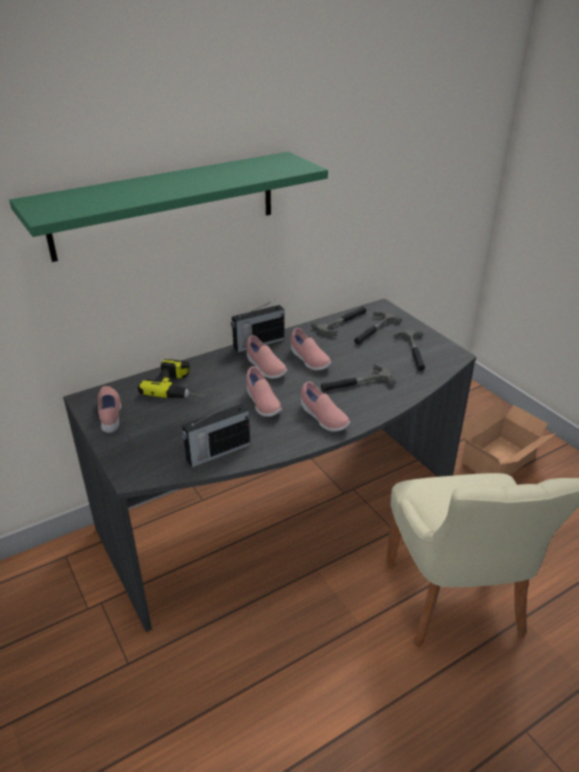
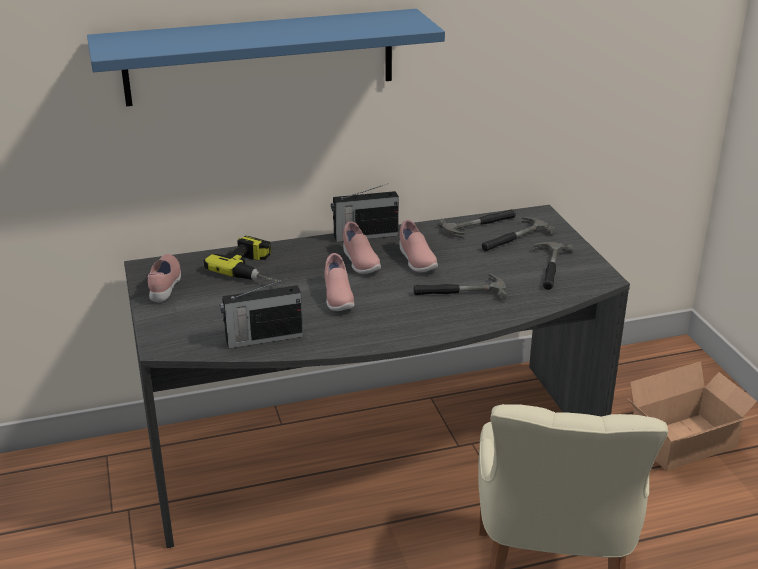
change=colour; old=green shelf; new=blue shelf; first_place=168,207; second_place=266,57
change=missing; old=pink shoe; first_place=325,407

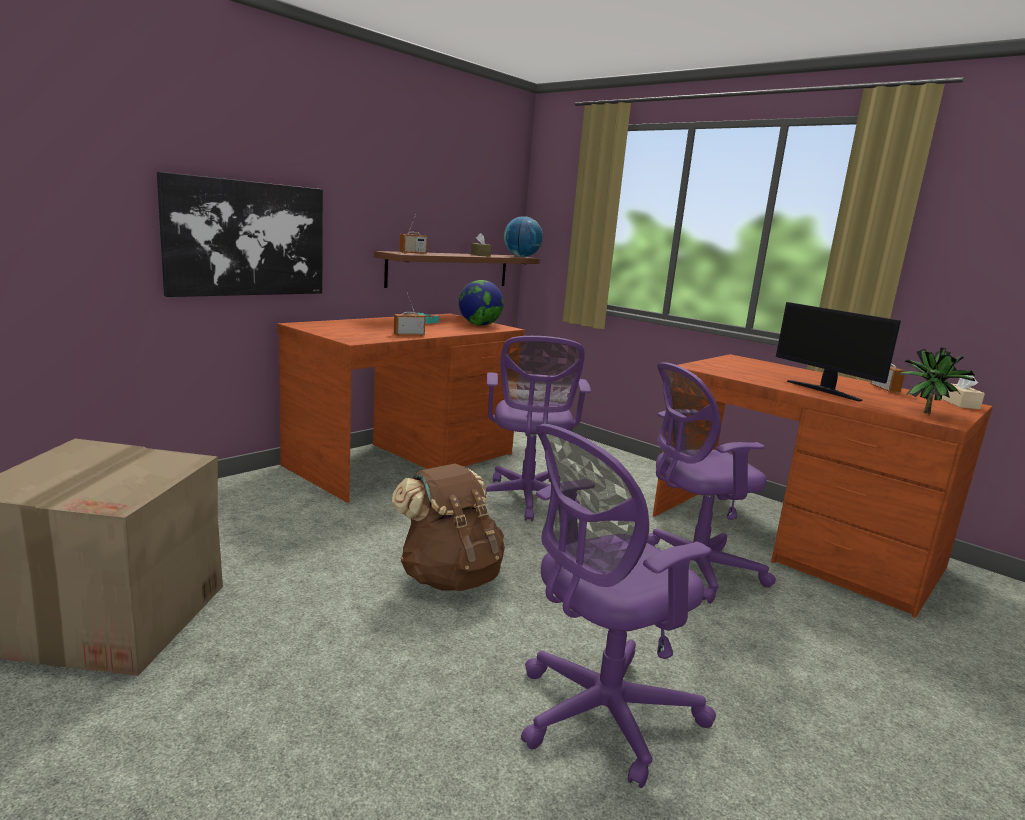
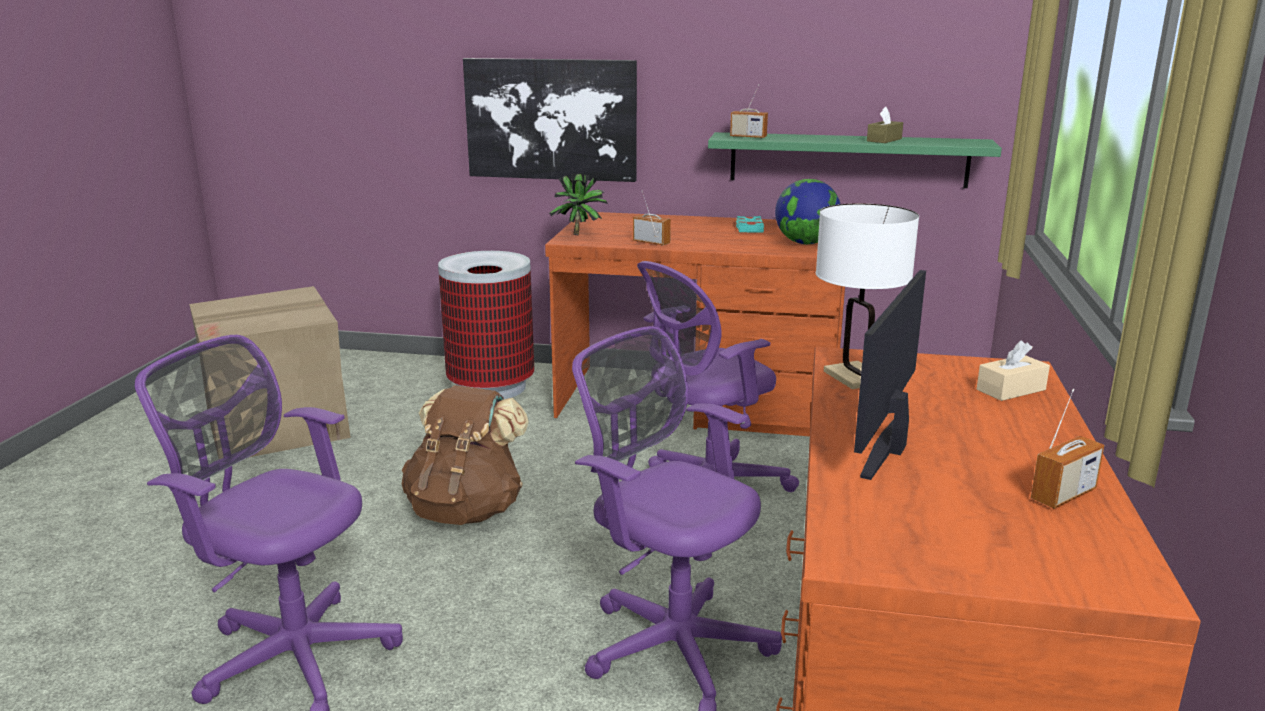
change=appeared; new=trash can; second_place=486,325
change=relocated; old=potted plant; first_place=937,380; second_place=578,204
change=colour; old=brown shelf; new=green shelf; first_place=457,269; second_place=855,160
change=appeared; new=white table lamp; second_place=867,296
change=relocated; old=beige tissue box; first_place=963,392; second_place=1013,370
change=missing; old=globe; first_place=523,236

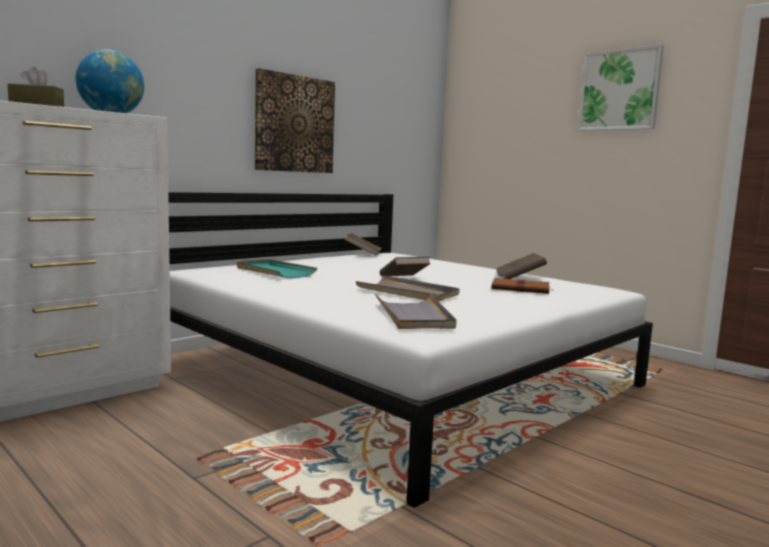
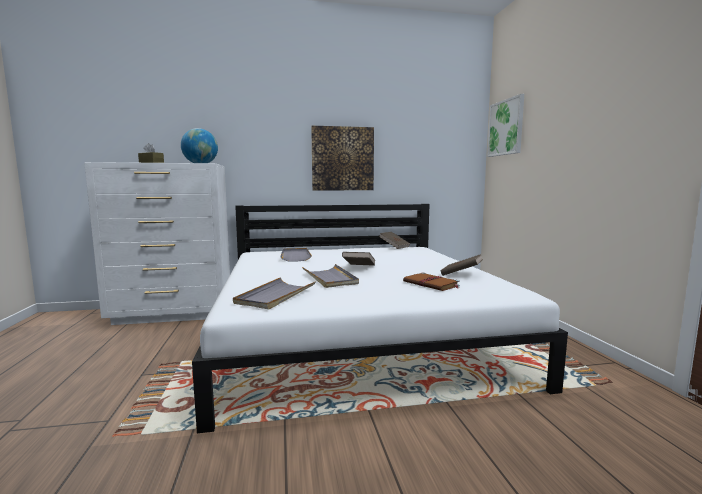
change=colour; old=turquoise tray; new=grey tray; first_place=277,268; second_place=296,254
change=relocated; old=picture; first_place=621,87; second_place=505,125

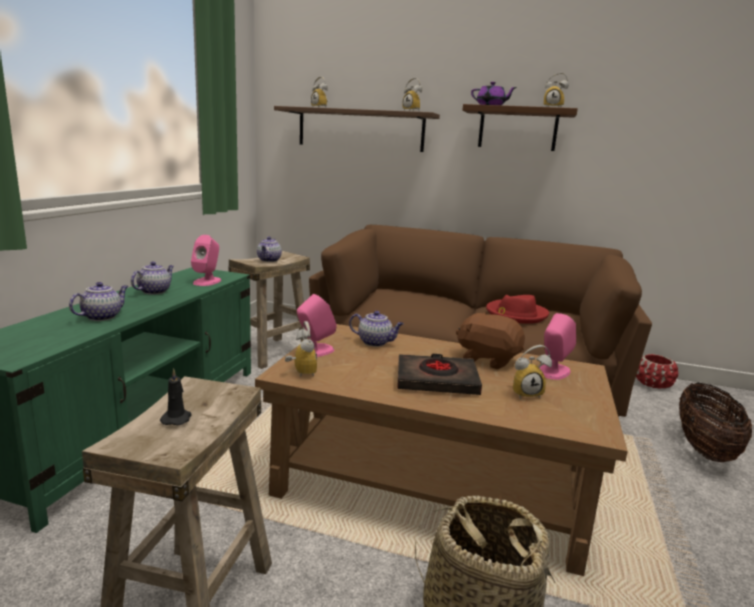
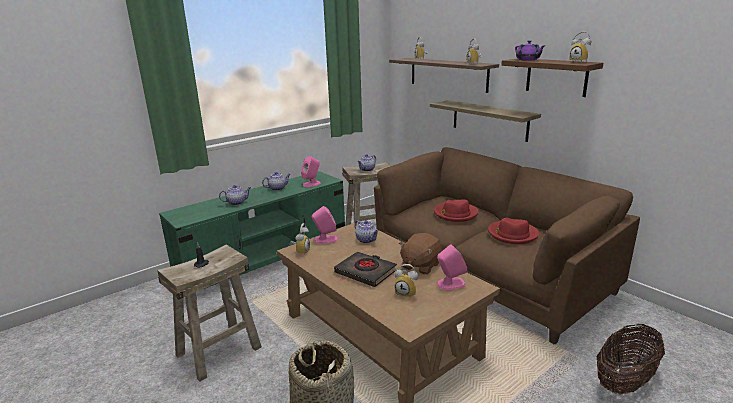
change=spun; old=brown plush toy; first_place=490,340; second_place=420,254; degrees=-120
change=appeared; new=shelf; second_place=485,121
change=appeared; new=red hat; second_place=456,210
change=missing; old=red planter; first_place=657,371

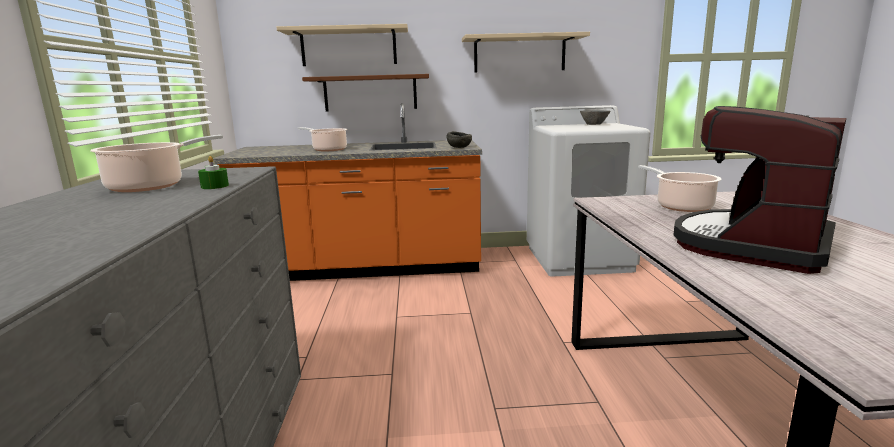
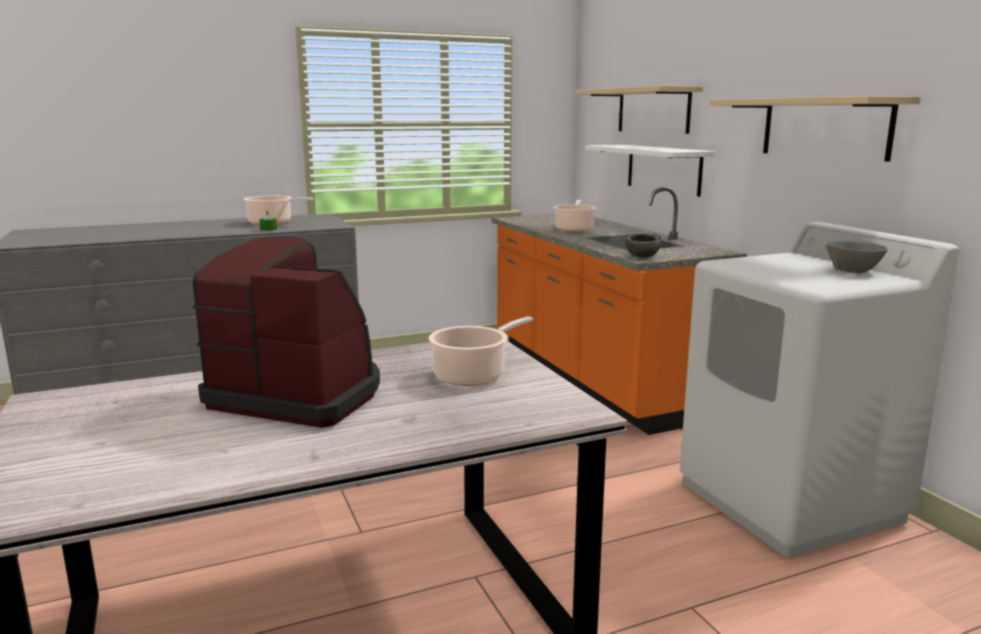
change=colour; old=brown shelf; new=white shelf; first_place=365,93; second_place=650,171

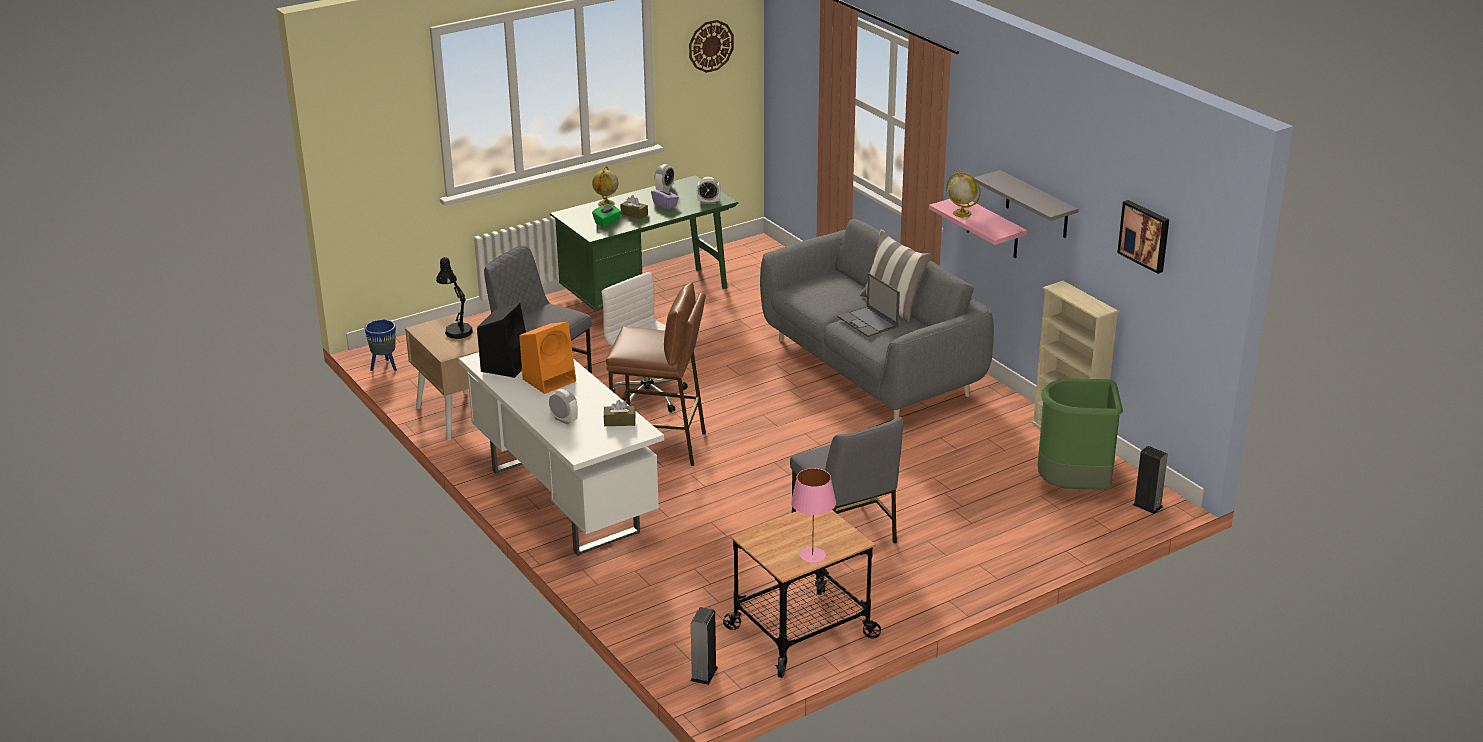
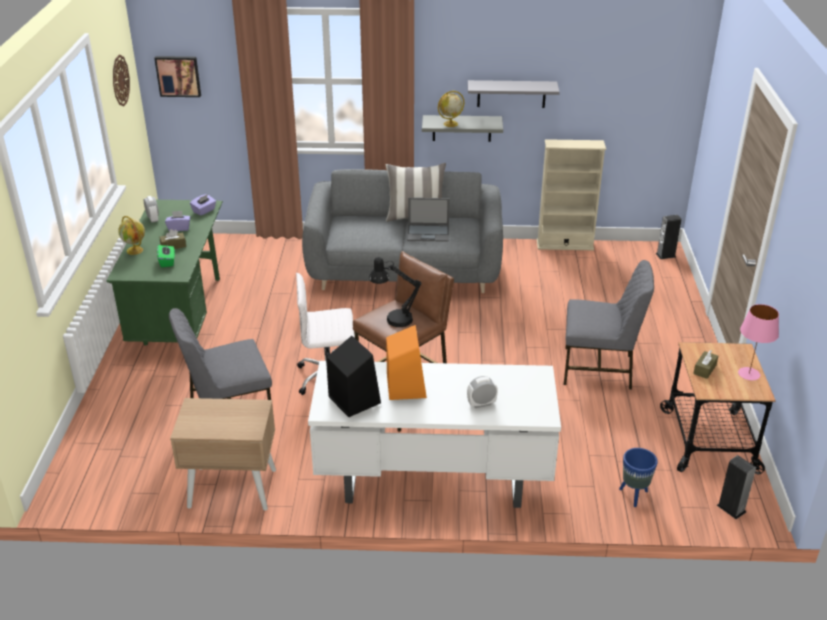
change=relocated; old=picture; first_place=1143,237; second_place=177,76
change=exchanged; old=alarm clock; new=purple tissue box; first_place=708,190; second_place=203,205
change=relocated; old=black table lamp; first_place=454,298; second_place=395,292
change=colour; old=pink shelf; new=grey shelf; first_place=978,228; second_place=462,128
change=relocated; old=blue planter; first_place=381,345; second_place=638,477
change=relocated; old=brown tissue box; first_place=620,413; second_place=705,364
change=missing; old=green trash can; first_place=1080,434

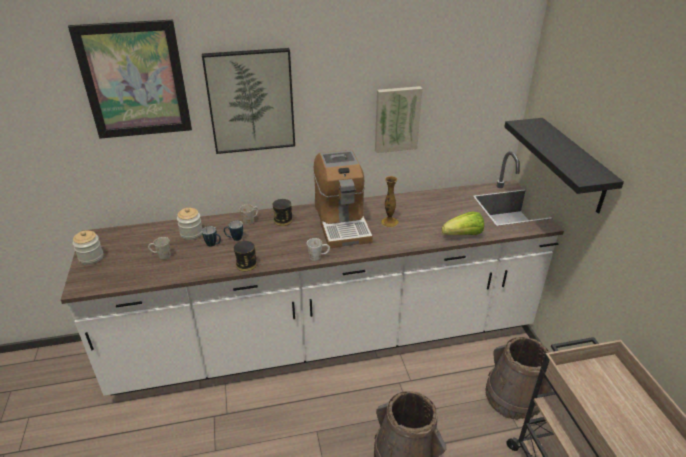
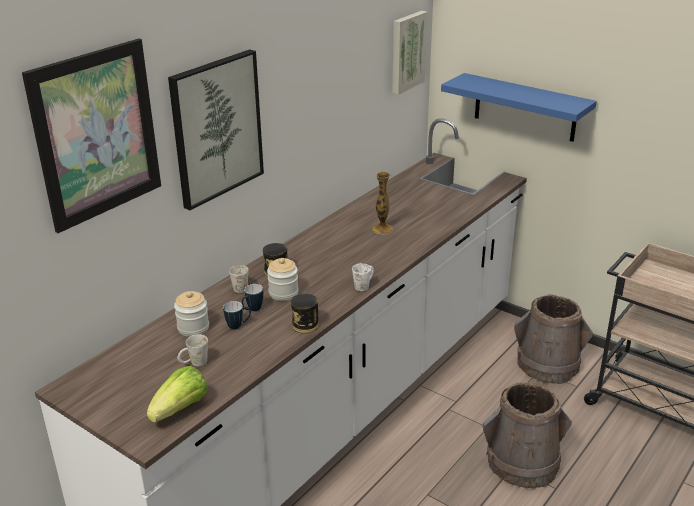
change=relocated; old=lettuce; first_place=463,223; second_place=177,394
change=relocated; old=jar; first_place=88,247; second_place=283,279
change=relocated; old=picture; first_place=398,119; second_place=409,53
change=colour; old=black shelf; new=blue shelf; first_place=564,165; second_place=519,107
change=missing; old=coffee machine; first_place=343,199

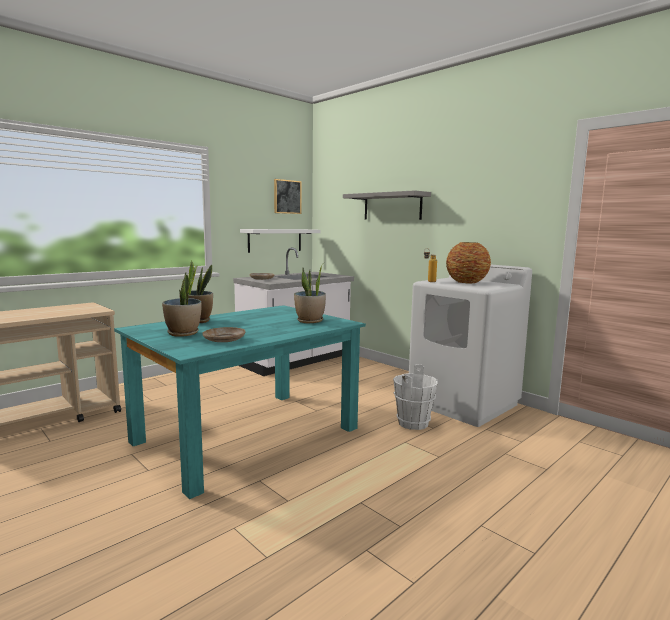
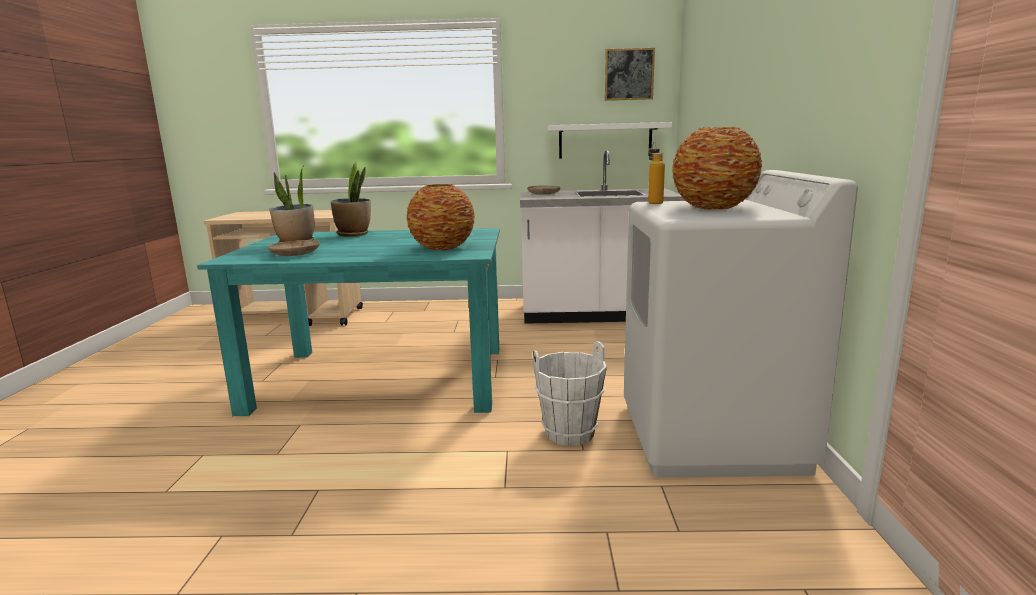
change=exchanged; old=potted plant; new=vase; first_place=310,293; second_place=440,217
change=missing; old=grey shelf; first_place=387,205

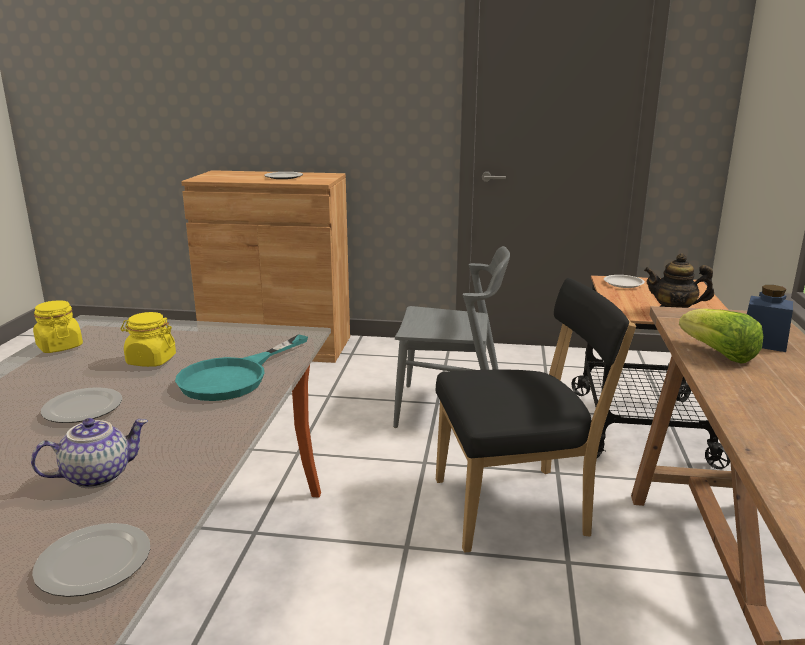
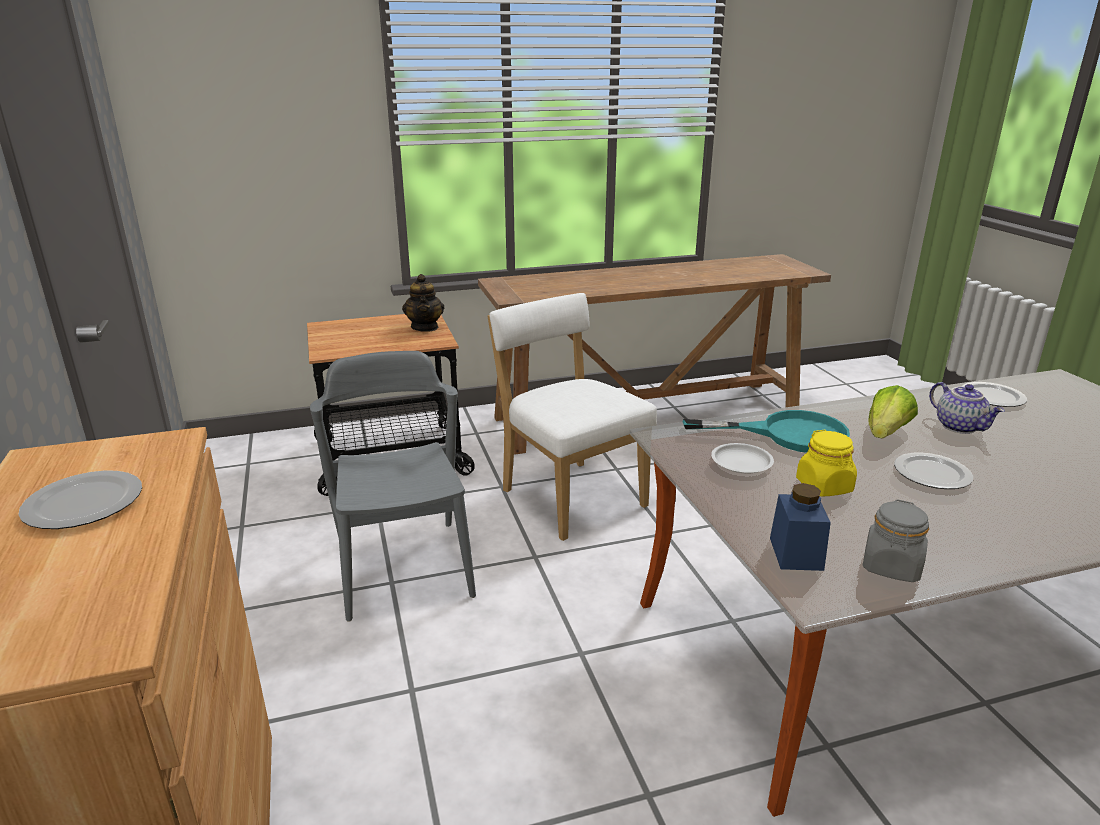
change=colour; old=black chair; new=white chair; first_place=536,415; second_place=572,417
change=relocated; old=white plate; first_place=624,281; second_place=742,458
change=relocated; old=blue jar; first_place=770,318; second_place=800,527
change=colour; old=yellow jar; new=grey jar; first_place=58,326; second_place=896,540
change=relocated; old=lettuce; first_place=721,335; second_place=893,412
change=spun; old=teapot; first_place=89,453; second_place=967,408; degrees=-150

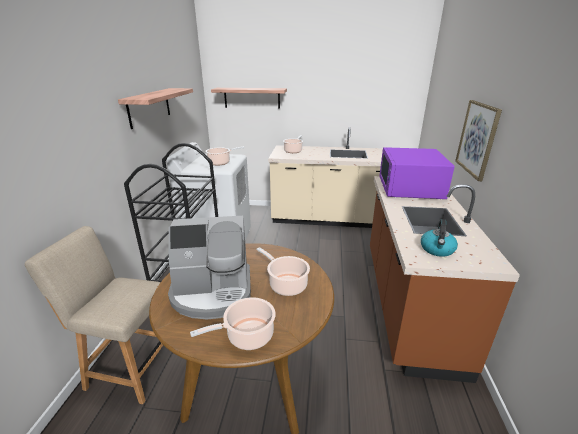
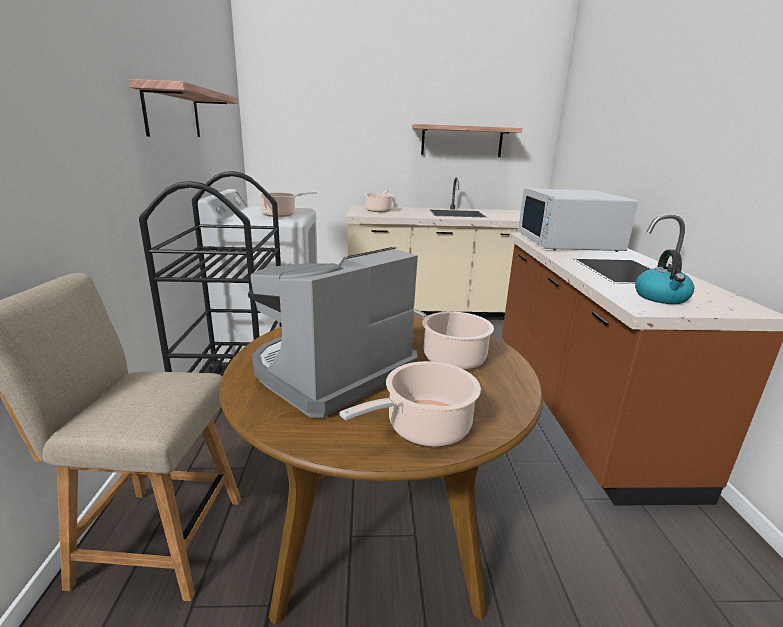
change=spun; old=coffee machine; first_place=209,268; second_place=333,332; degrees=150
change=relocated; old=shelf; first_place=249,98; second_place=467,140
change=colour; old=purple microwave; new=white microwave; first_place=417,173; second_place=578,220
change=missing; old=picture; first_place=478,140

